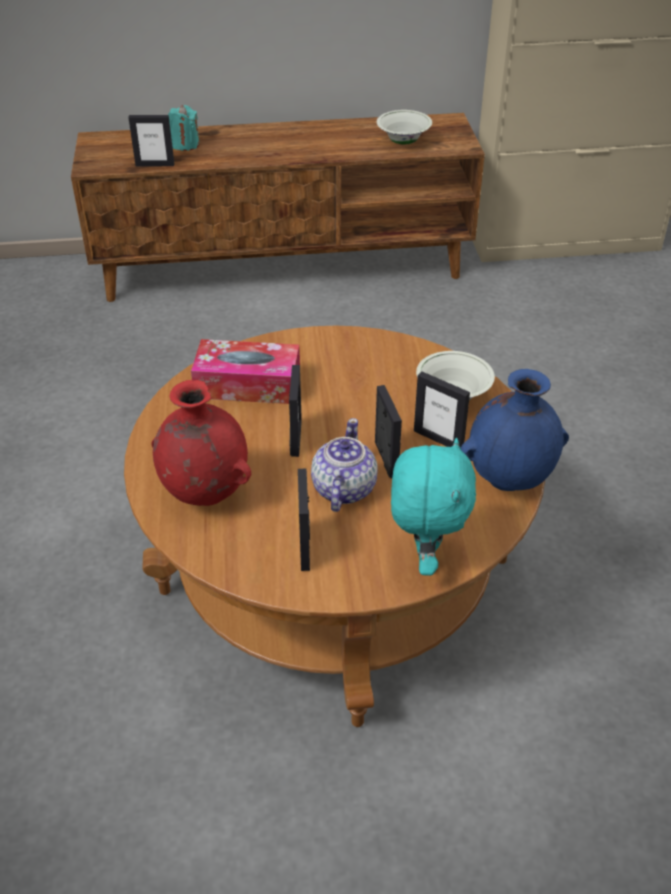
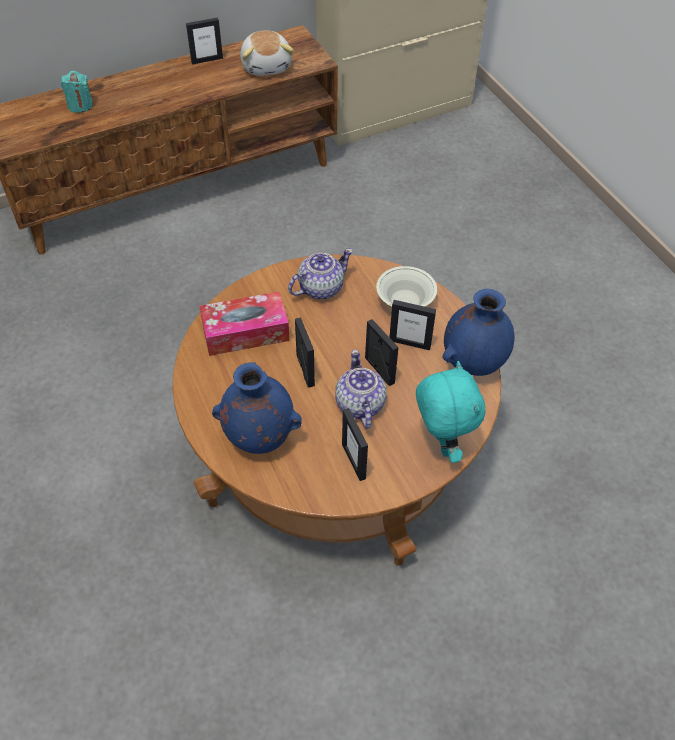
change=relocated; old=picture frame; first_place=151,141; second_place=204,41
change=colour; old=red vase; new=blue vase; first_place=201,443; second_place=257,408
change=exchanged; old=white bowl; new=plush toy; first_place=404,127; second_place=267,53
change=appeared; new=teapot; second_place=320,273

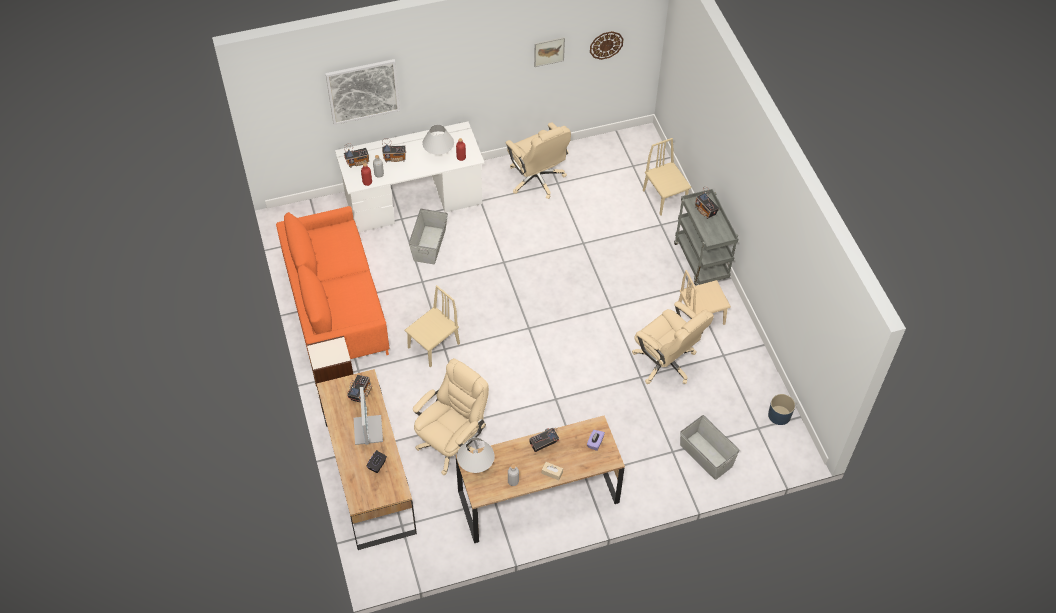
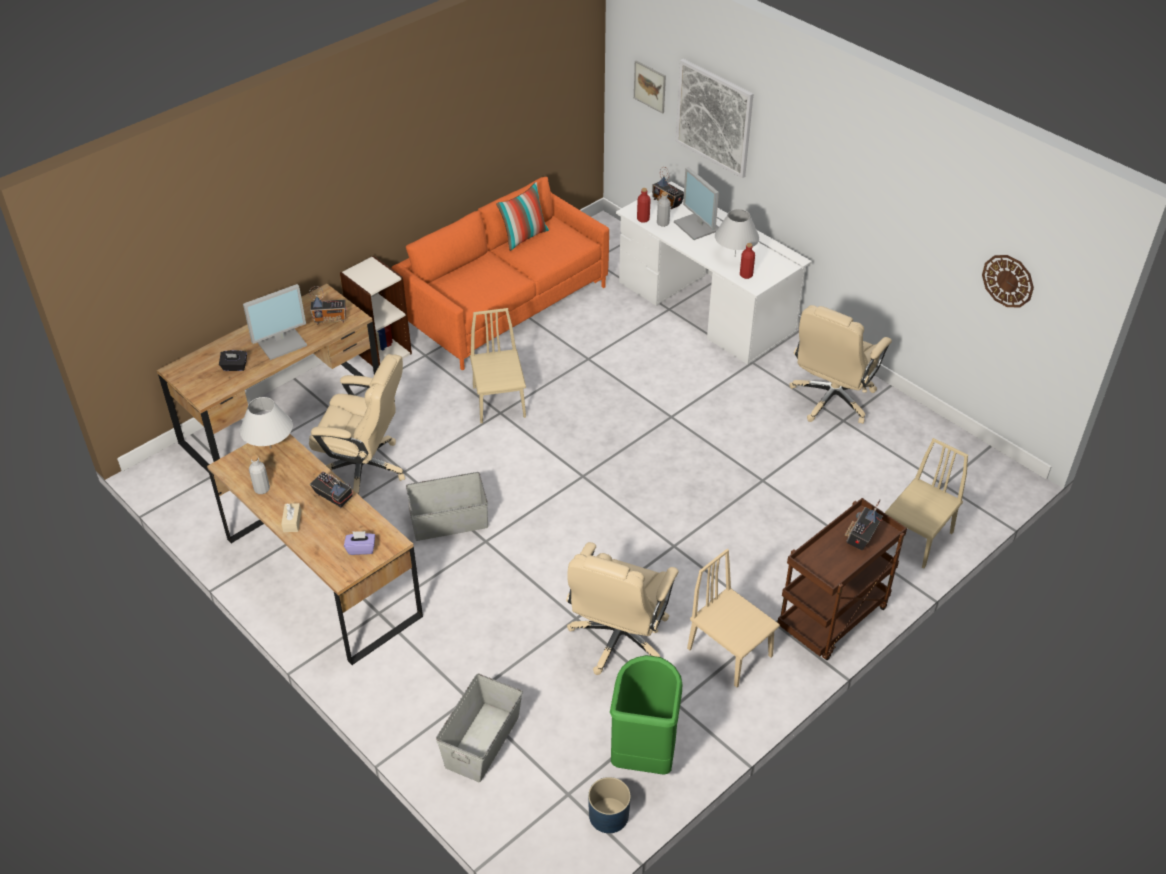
change=relocated; old=grey storage box; first_place=428,236; second_place=447,506
change=spun; old=beige chair; first_place=432,326; second_place=498,365; degrees=-120
change=appeared; new=pillow; second_place=522,216
change=appeared; new=green trash can; second_place=646,715
change=relocated; old=picture; first_place=549,52; second_place=650,87
change=exchanged; old=radio; new=monitor; first_place=394,150; second_place=696,203
change=colour; old=grey cart; new=brown cart; first_place=706,237; second_place=842,579

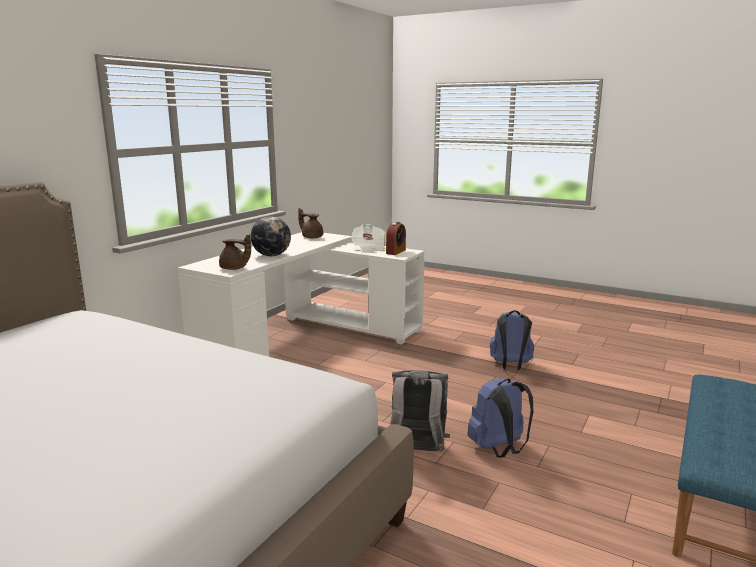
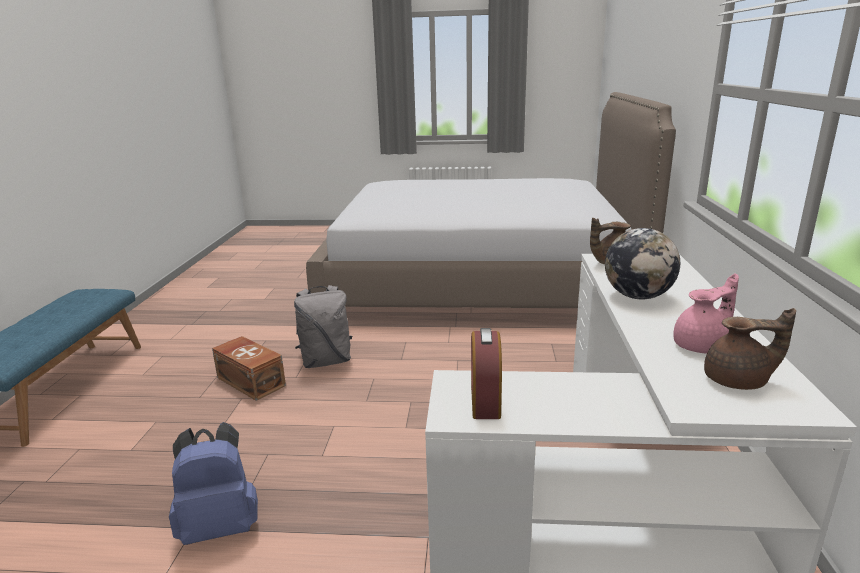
change=exchanged; old=blue backpack; new=brown storage box; first_place=500,418; second_place=249,368
change=appeared; new=pink teapot; second_place=706,313
change=missing; old=newspaper; first_place=368,238

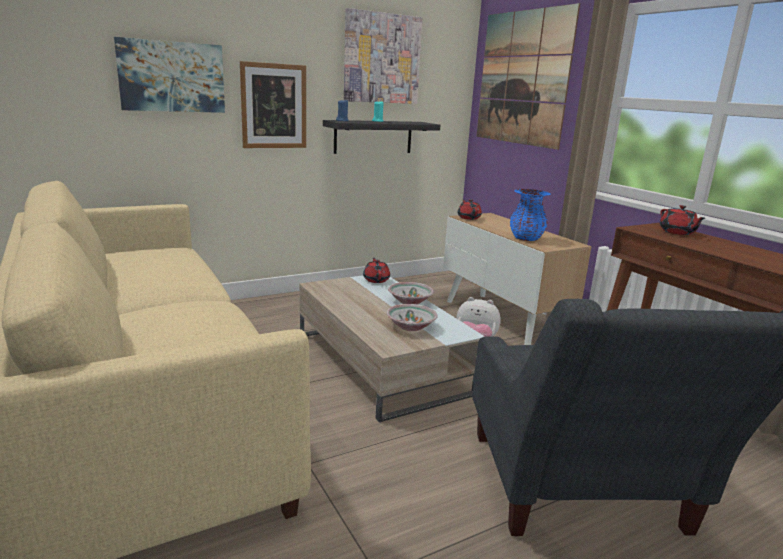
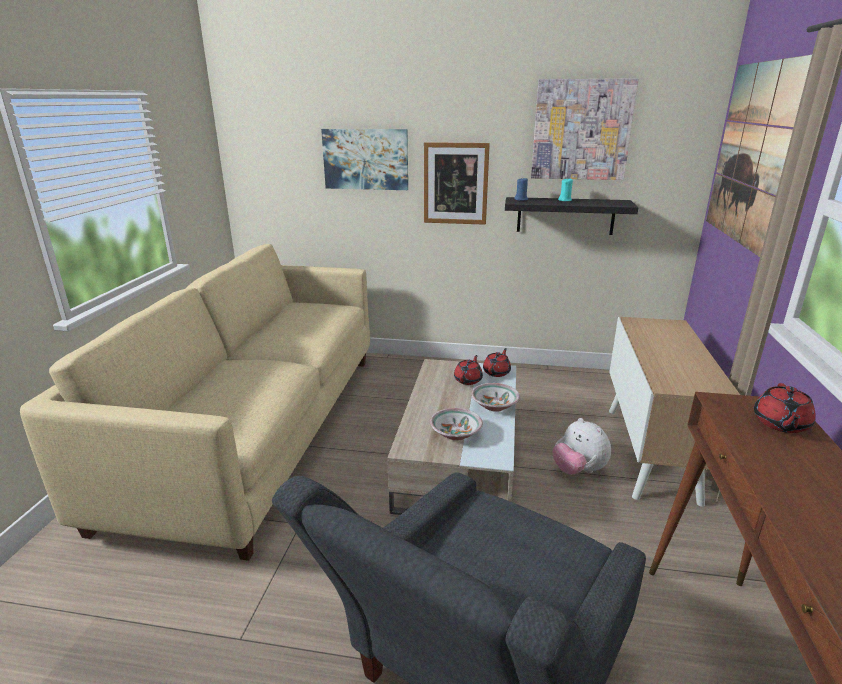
change=relocated; old=red teapot; first_place=470,209; second_place=468,370
change=missing; old=blue vase; first_place=530,215

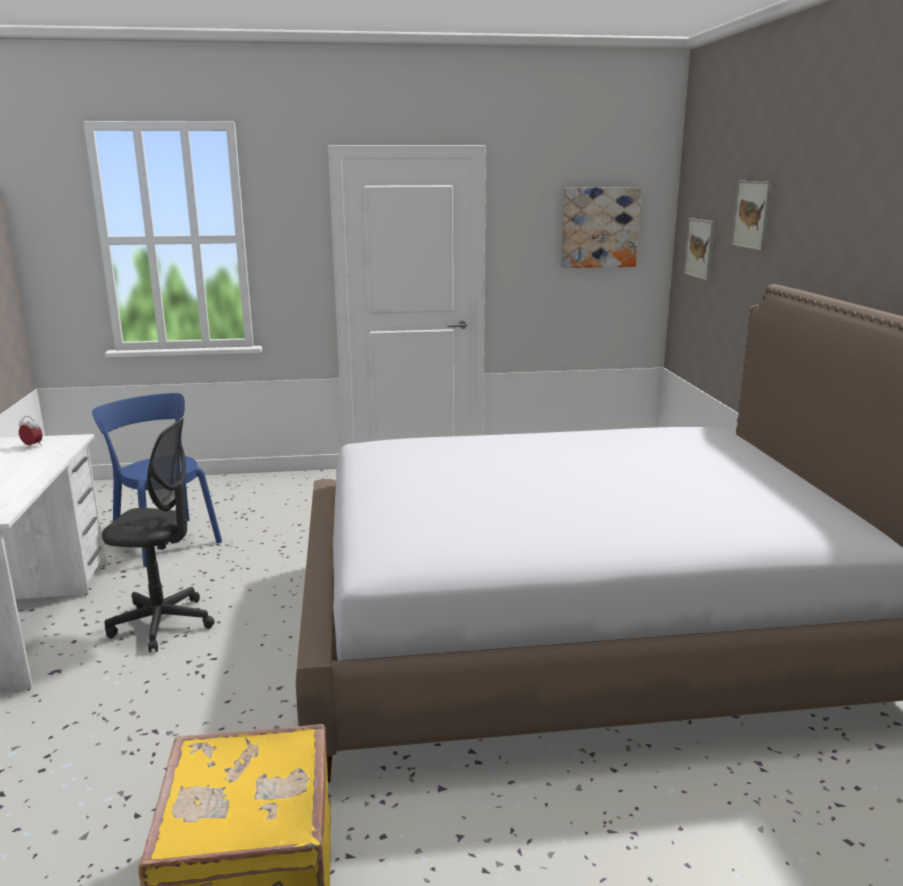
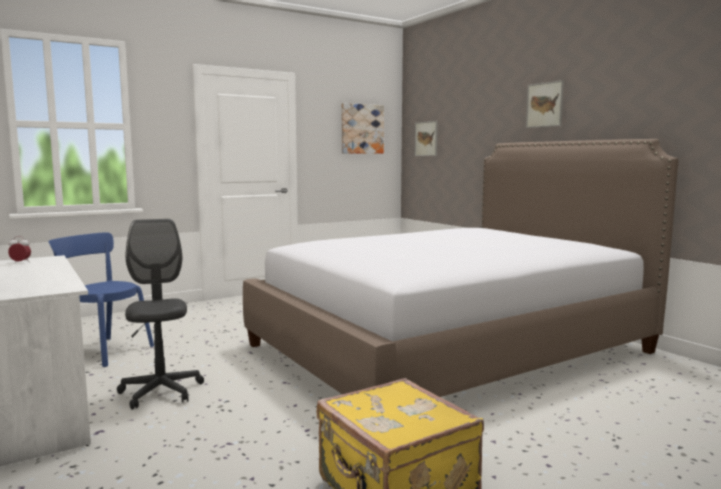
change=spun; old=grey office chair; first_place=158,535; second_place=160,314; degrees=-90
change=relocated; old=picture; first_place=751,216; second_place=545,104

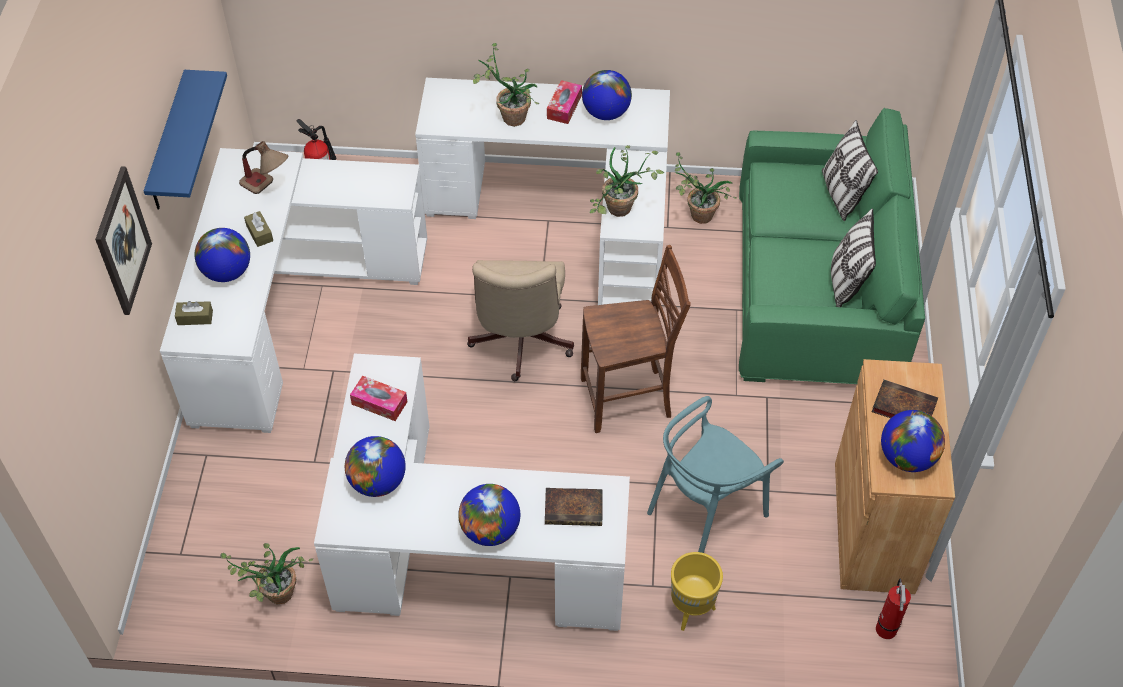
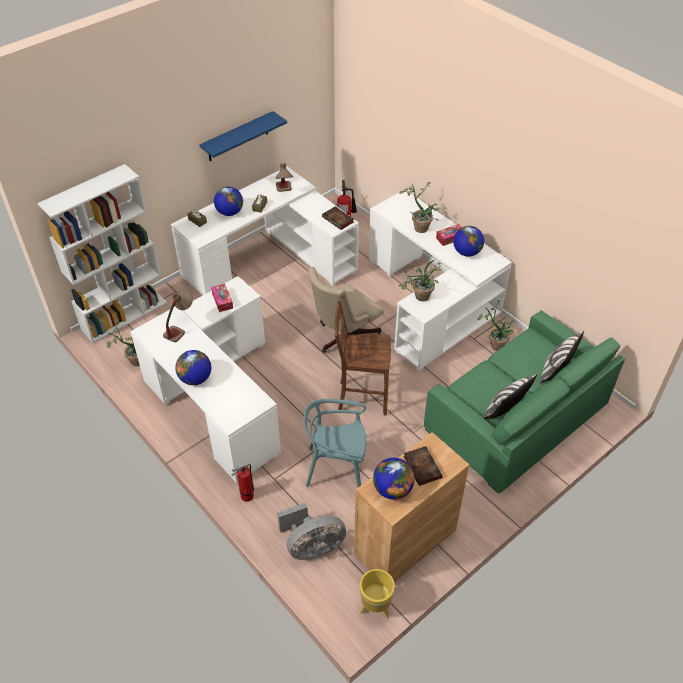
change=appeared; new=white bookcase; second_place=102,253
change=exchanged; old=globe; new=table lamp; first_place=375,466; second_place=178,316
change=relocated; old=fire extinguisher; first_place=893,609; second_place=243,483
change=appeared; new=grey fan; second_place=311,531
change=relocated; old=book; first_place=574,507; second_place=338,218
change=spun; old=brown chair; first_place=636,339; second_place=363,358; degrees=150
change=relocated; old=yellow planter; first_place=697,591; second_place=377,593
change=missing; old=picture; first_place=123,240

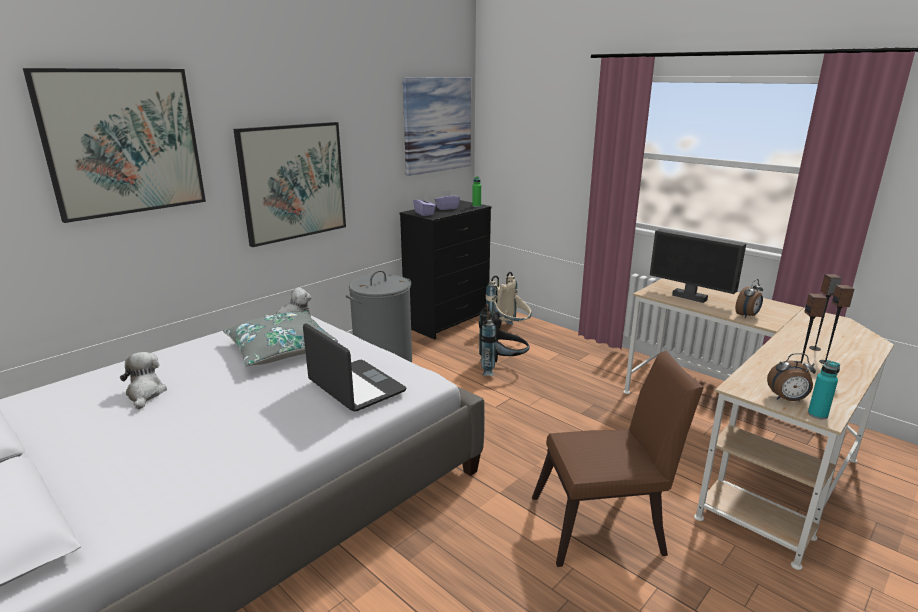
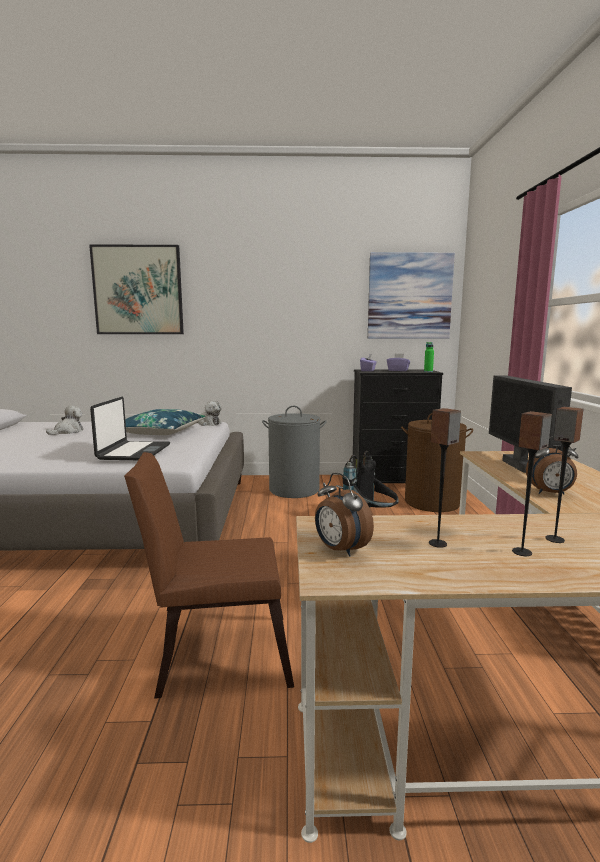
change=spun; old=brown chair; first_place=618,459; second_place=209,575; degrees=135
change=colour; old=grey pillow; new=blue pillow; first_place=280,338; second_place=165,422
change=exchanged; old=beige backpack; new=brown laundry basket; first_place=509,298; second_place=437,462
change=missing; old=picture; first_place=289,184
change=missing; old=turquoise bottle; first_place=824,390

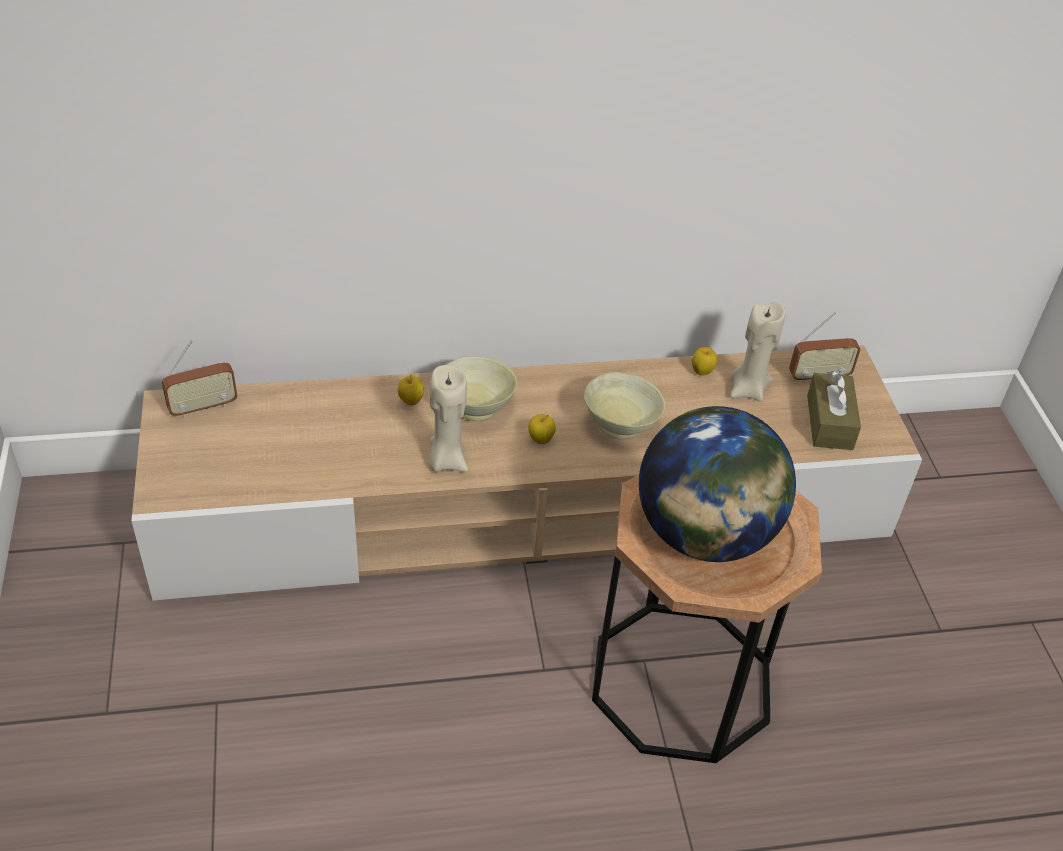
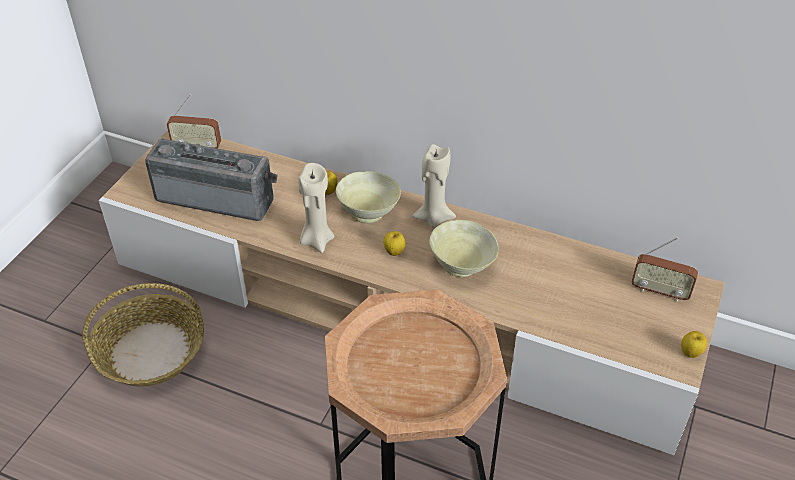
change=appeared; new=basket; second_place=143,335
change=appeared; new=radio; second_place=211,179
change=relocated; old=beige candle; first_place=757,351; second_place=434,186
change=relocated; old=apple; first_place=704,361; second_place=694,344
change=missing; old=globe; first_place=717,484
change=missing; old=brown tissue box; first_place=834,410

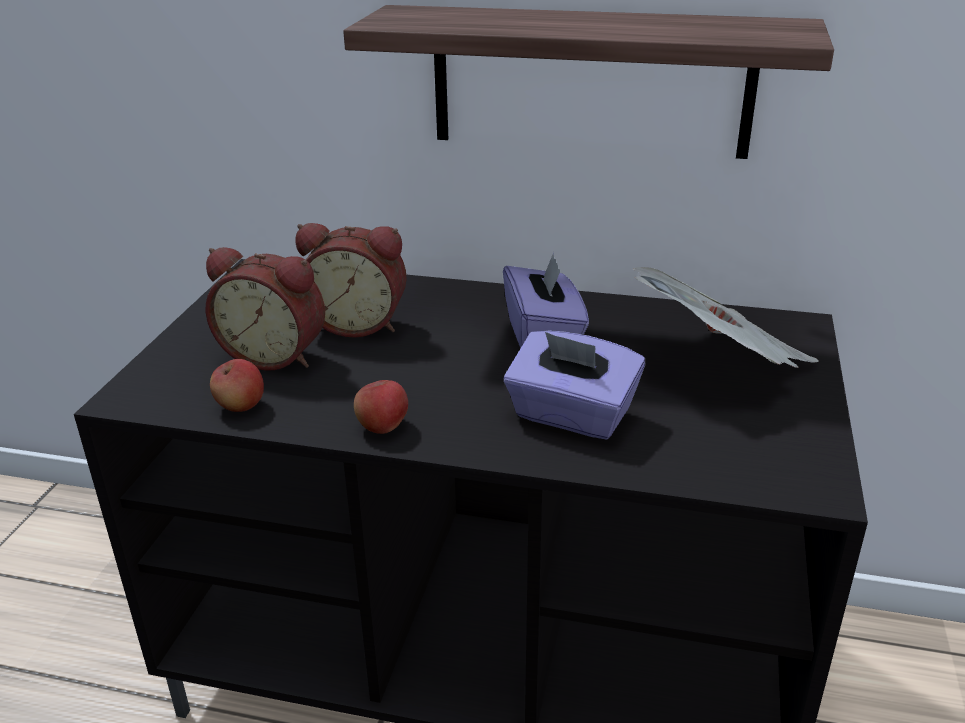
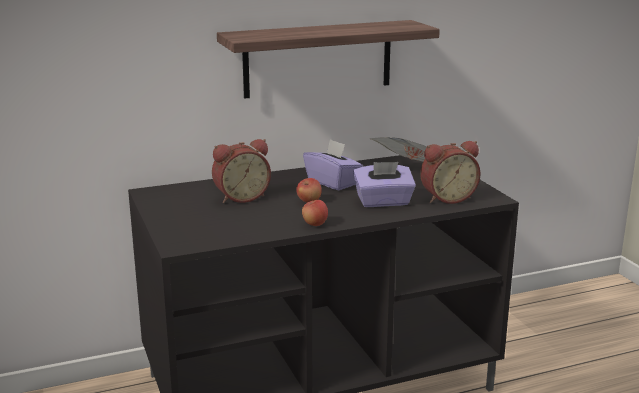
change=relocated; old=apple; first_place=237,385; second_place=309,190
change=relocated; old=alarm clock; first_place=265,309; second_place=450,172

